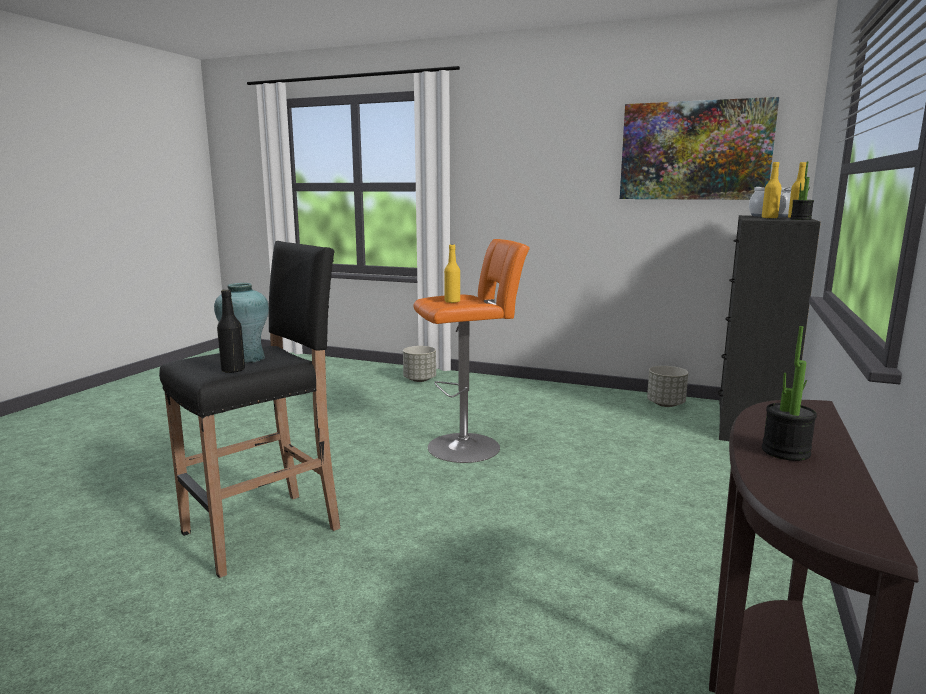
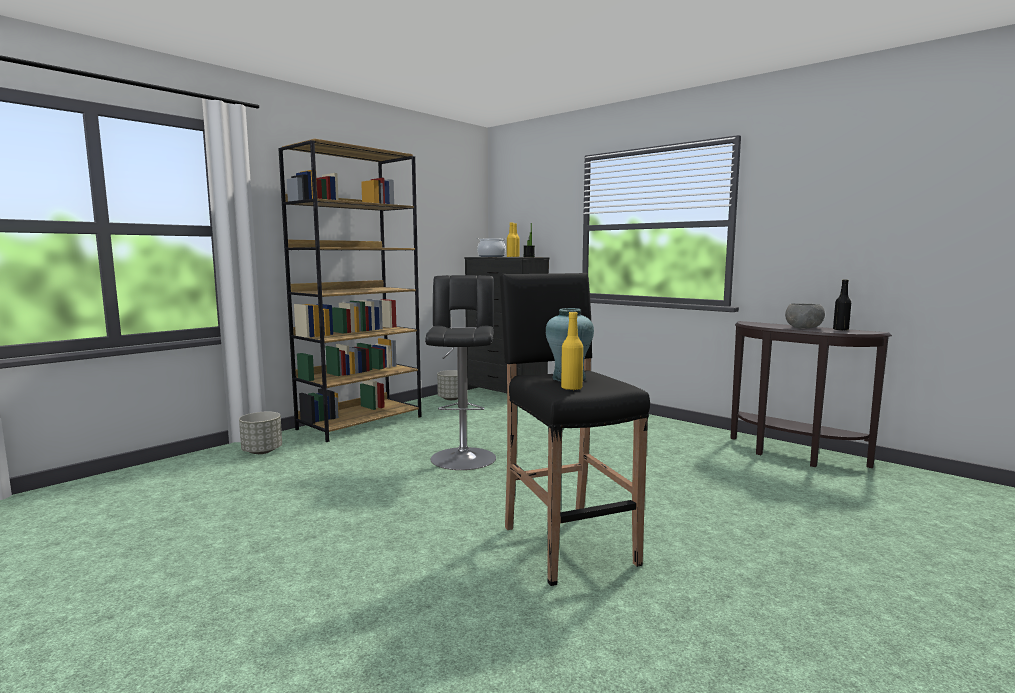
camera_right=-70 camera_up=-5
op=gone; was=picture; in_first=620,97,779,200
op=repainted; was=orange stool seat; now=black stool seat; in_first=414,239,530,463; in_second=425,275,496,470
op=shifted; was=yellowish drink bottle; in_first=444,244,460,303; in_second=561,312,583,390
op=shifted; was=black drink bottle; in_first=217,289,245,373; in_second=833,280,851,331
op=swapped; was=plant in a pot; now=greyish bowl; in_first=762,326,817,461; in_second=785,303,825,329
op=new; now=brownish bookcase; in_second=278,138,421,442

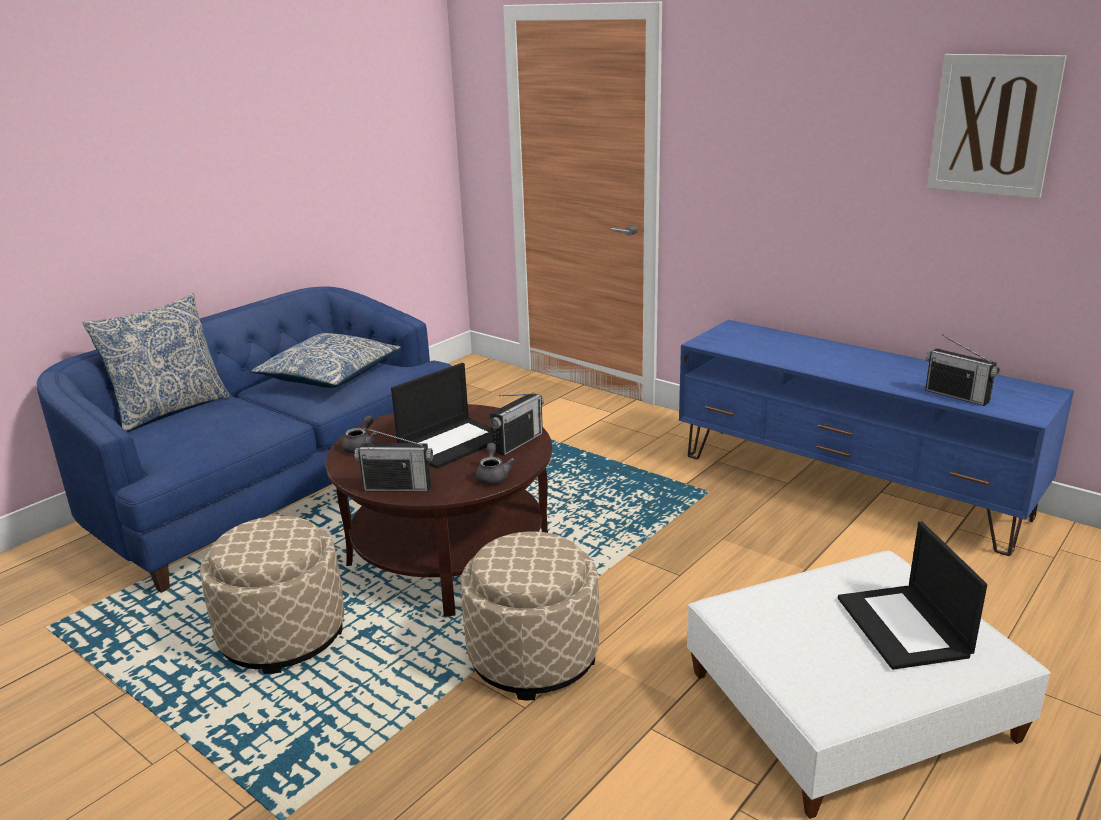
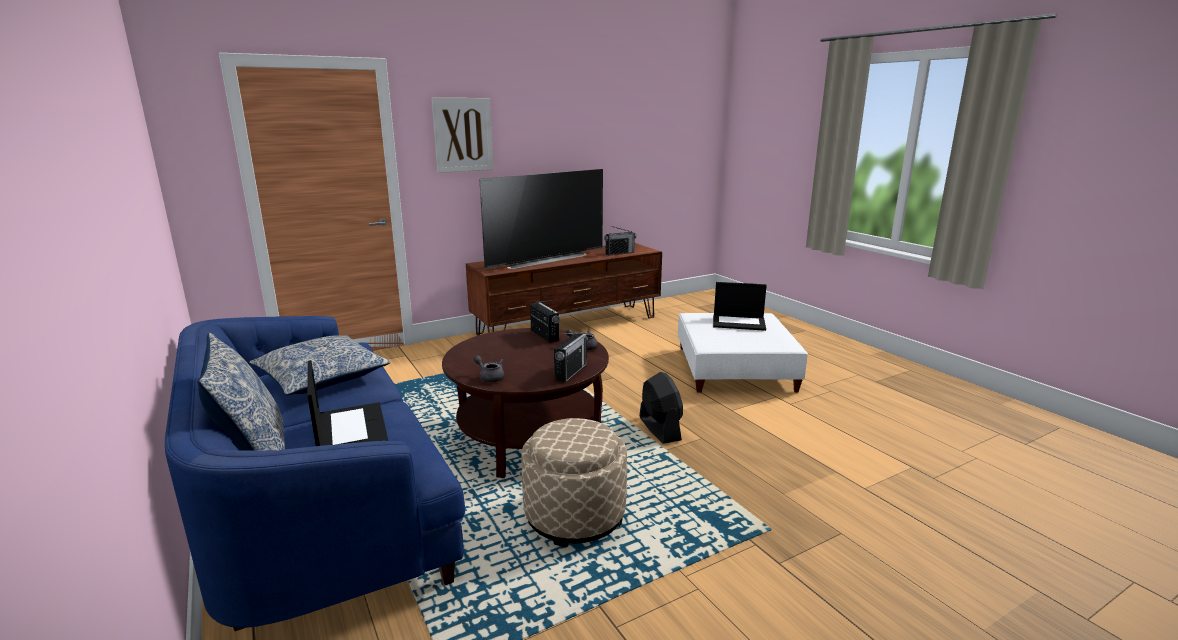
camera_right=-70 camera_up=-5
op=shifted; was=picture; in_first=927,54,1067,199; in_second=432,98,493,173
op=repainted; was=blue-coloured tv unit; now=brownish tv unit; in_first=679,320,1074,556; in_second=466,243,662,336
op=shifted; was=notebook computer; in_first=391,363,492,469; in_second=307,360,388,446
op=swapped; was=sand-coloured pouffe; now=black electric fan; in_first=461,531,599,700; in_second=639,372,683,444
op=new; now=TV; in_second=479,169,603,269

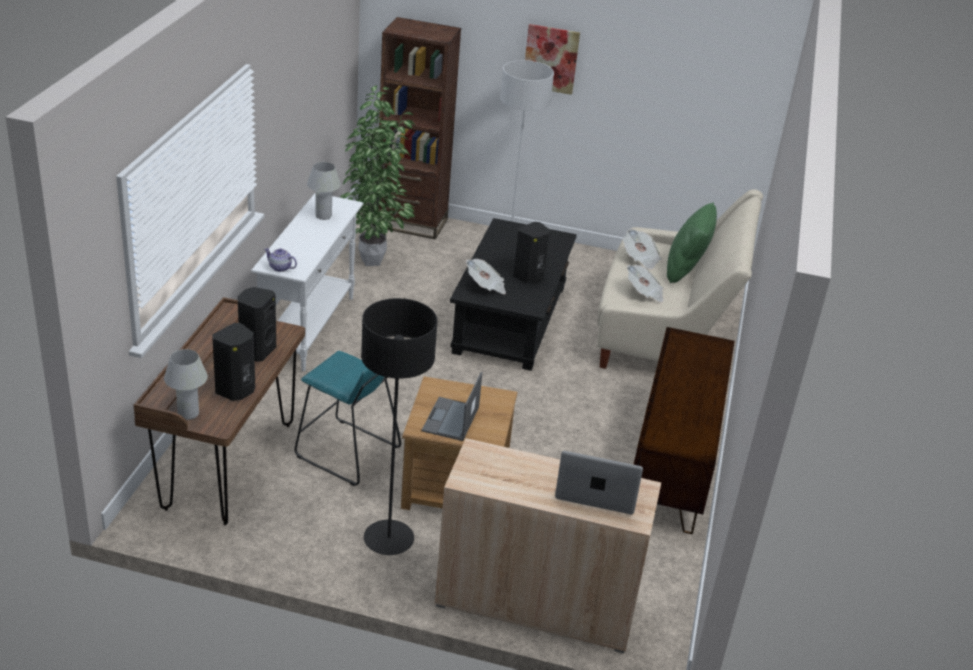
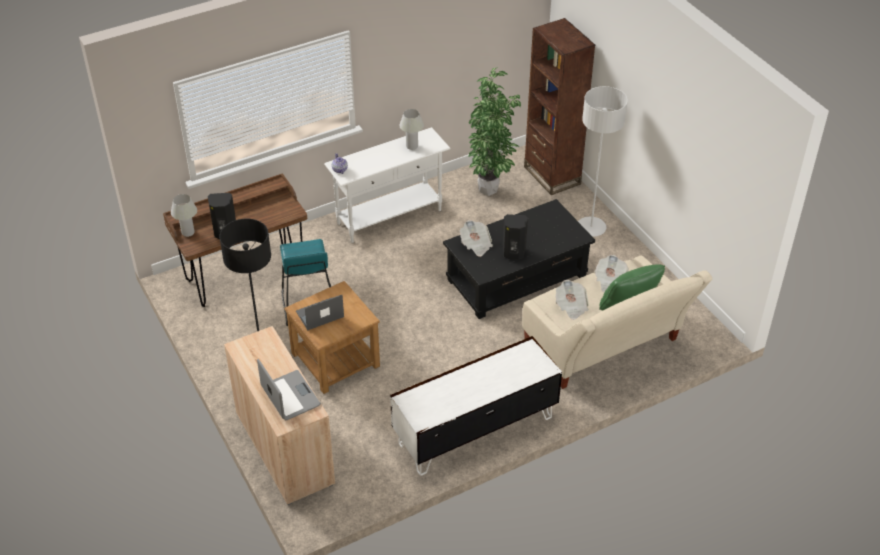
camera_right=50 camera_up=10
op=gone; was=picture; in_first=525,24,580,95
op=gone; was=black speaker; in_first=237,287,276,362
op=repainted; was=brownish tv unit; now=whitish tv unit; in_first=633,327,735,534; in_second=390,336,562,476

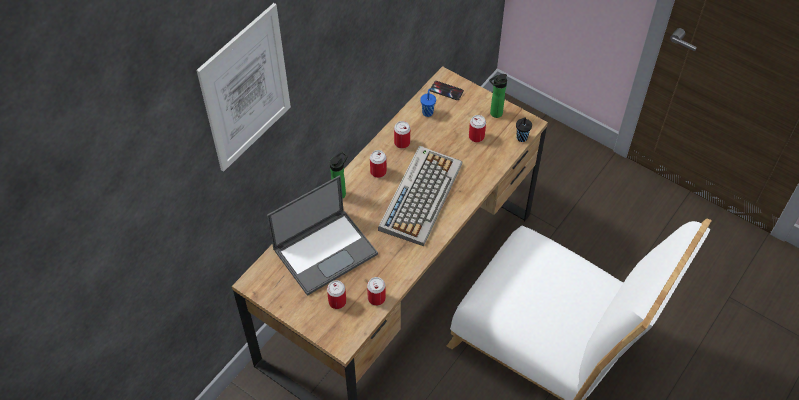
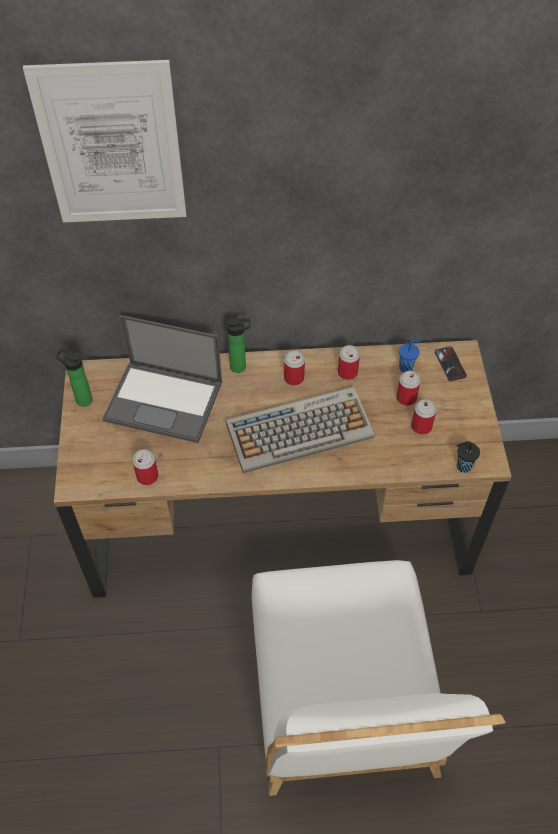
camera_right=50 camera_up=0
op=shifted; was=drink bottle; in_first=489,74,507,118; in_second=55,349,93,407
op=shifted; was=can; in_first=327,280,346,309; in_second=396,371,420,406

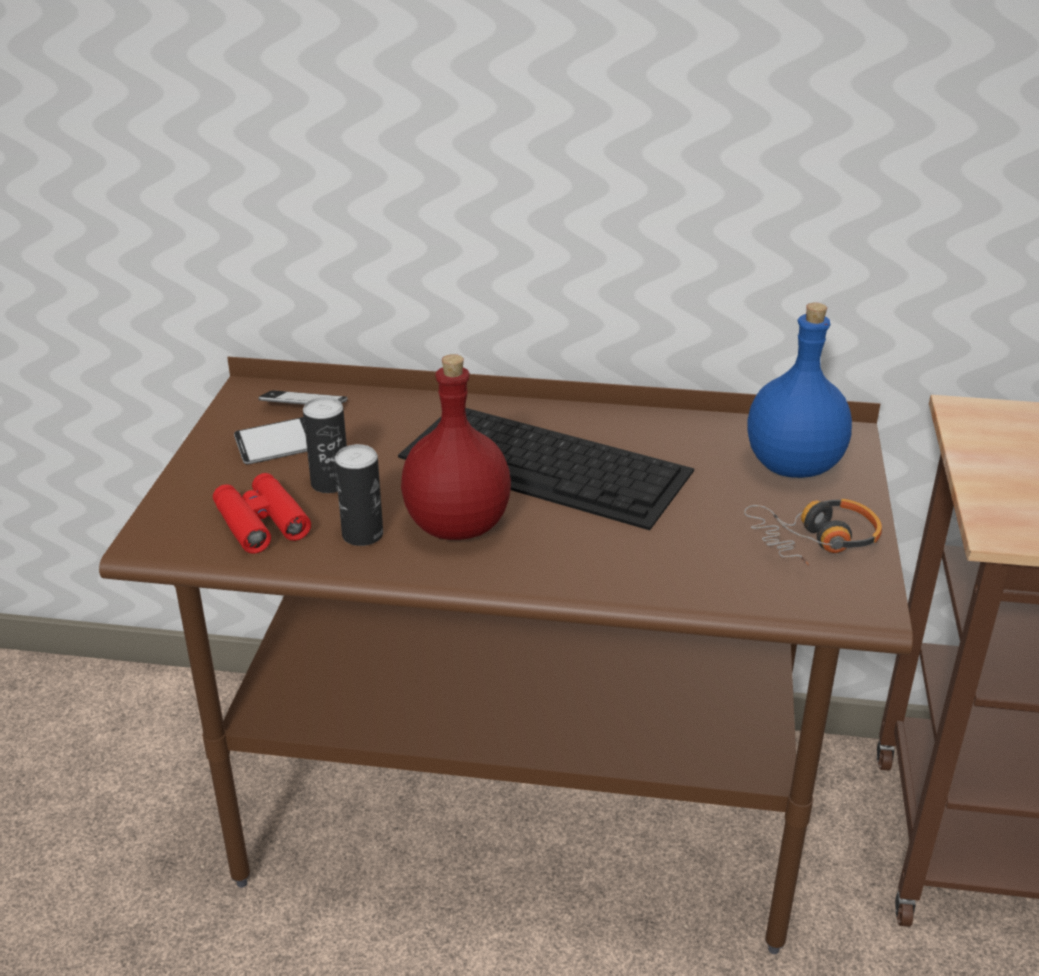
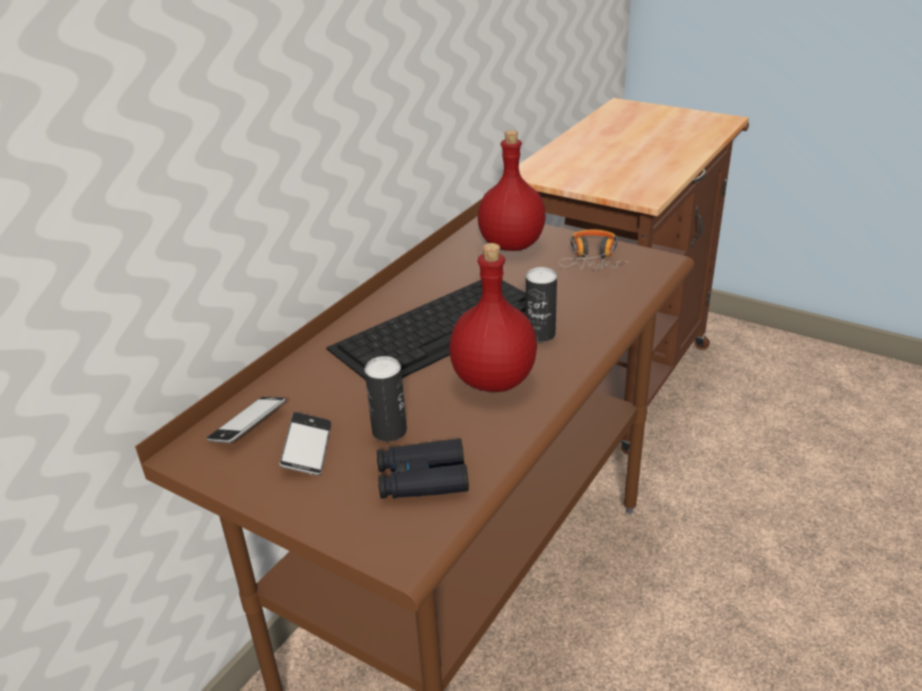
camera_right=-65 camera_up=0
op=repainted; was=blue-coloured drink bottle; now=reddish drink bottle; in_first=747,303,852,478; in_second=478,130,546,251
op=shifted; was=can; in_first=335,444,383,546; in_second=526,267,557,342
op=repainted; was=reddish pair of binoculars; now=black pair of binoculars; in_first=213,473,311,554; in_second=377,439,469,499

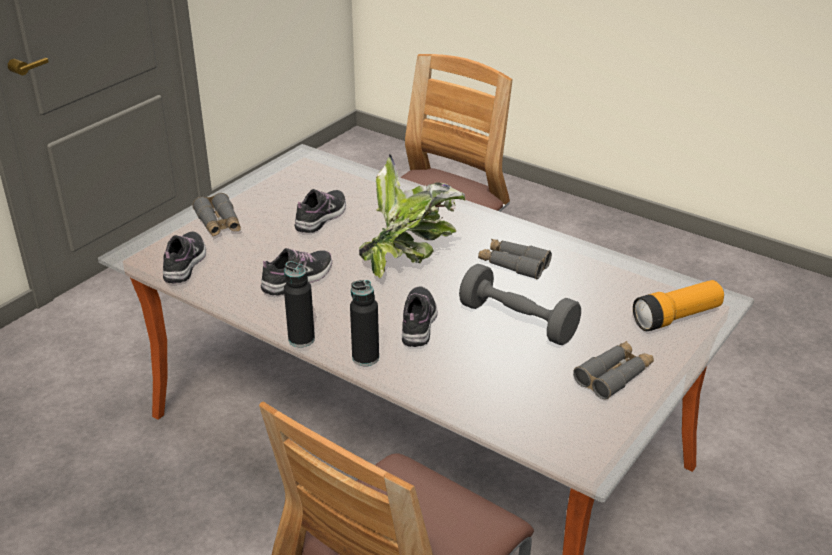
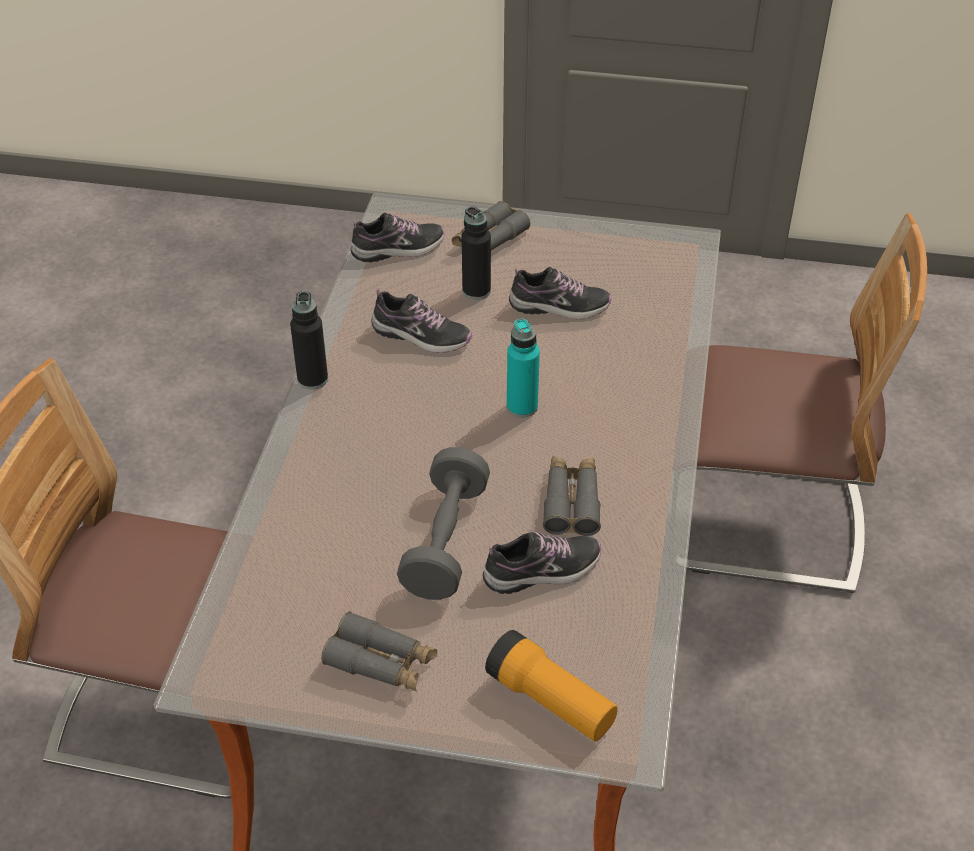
camera_right=65 camera_up=10
op=swapped; was=plant in a pot; now=blue-green drink bottle; in_first=359,154,465,279; in_second=507,318,540,418
op=shifted; was=black drink bottle; in_first=350,280,379,366; in_second=462,206,491,300
op=shifted; was=low shoe; in_first=402,286,438,347; in_second=483,532,601,594

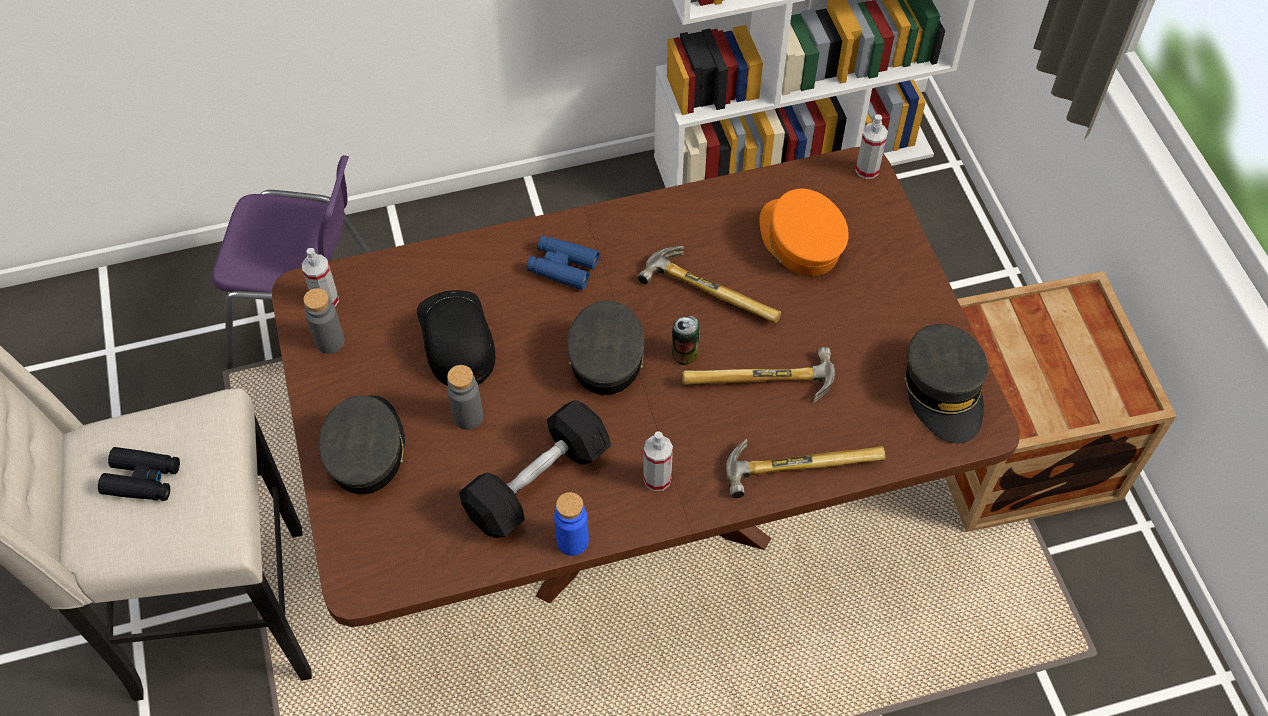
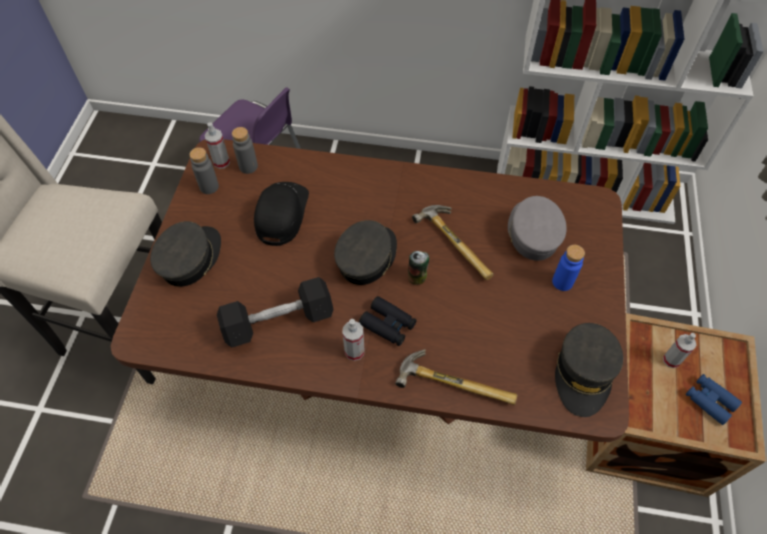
camera_right=25 camera_up=0
op=shifted; was=hand sprayer; in_first=855,114,888,179; in_second=663,333,696,368
op=repainted; was=orange cap; now=greyish cap; in_first=760,189,849,276; in_second=508,196,567,261
op=shifted; was=blue-coloured pair of binoculars; in_first=526,235,599,290; in_second=686,374,742,425
op=gone; was=tool hammer; in_first=682,347,835,403
op=shifted; was=greyish drink bottle; in_first=447,365,483,430; in_second=232,127,258,174
op=shifted; was=black pair of binoculars; in_first=98,447,180,501; in_second=359,296,417,346
op=shifted; was=blue-coloured drink bottle; in_first=554,492,589,556; in_second=552,245,585,291

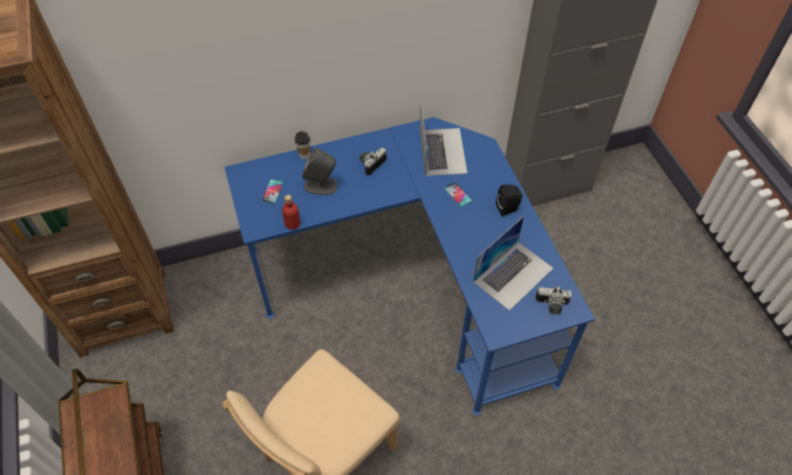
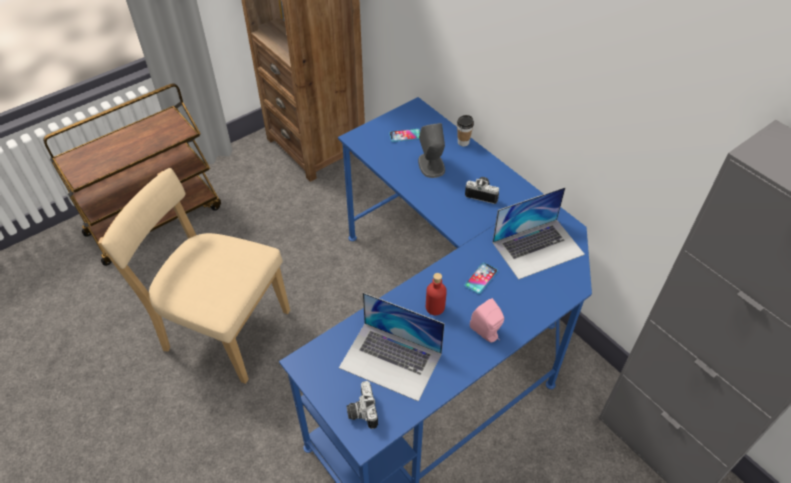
camera_right=70 camera_up=-5
op=repainted; was=black speaker; now=pinkish speaker; in_first=496,185,523,216; in_second=470,298,504,342
op=shifted; was=reddish drink bottle; in_first=282,195,300,230; in_second=426,273,447,315

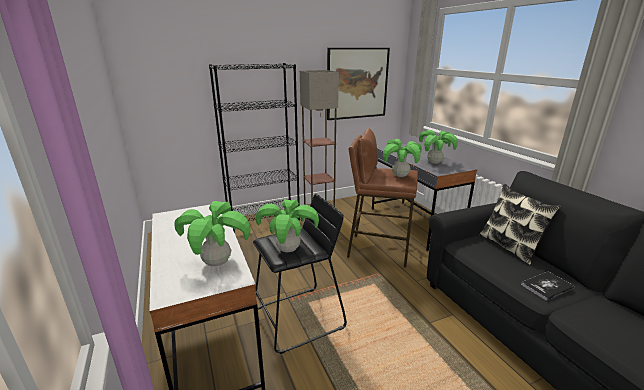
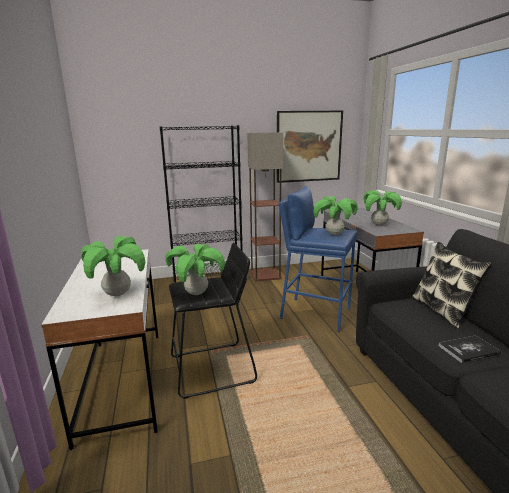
camera_right=10 camera_up=-5
op=repainted; was=brownish stool seat; now=blue-coloured stool seat; in_first=347,128,418,267; in_second=279,186,357,332

